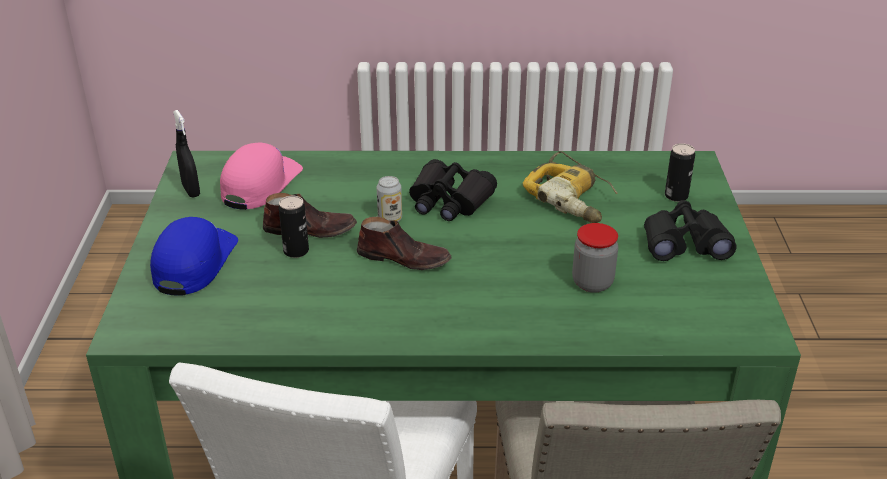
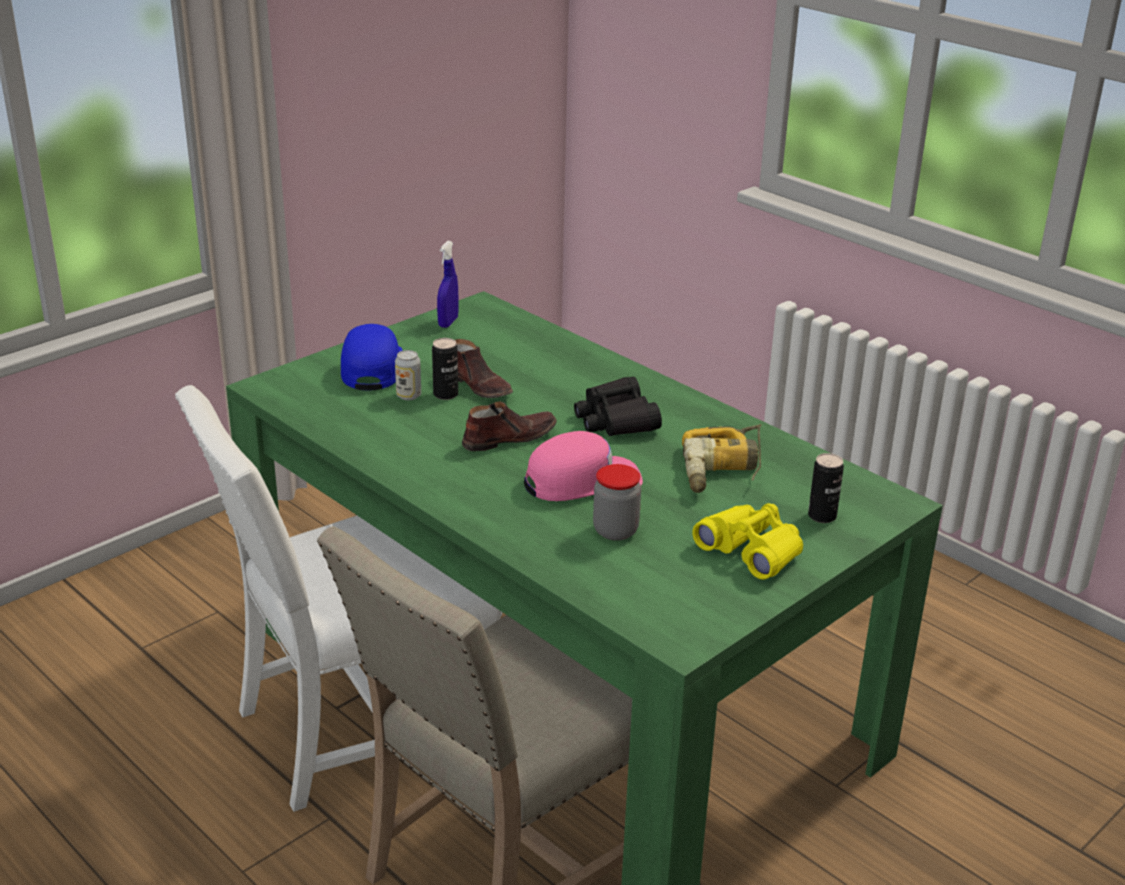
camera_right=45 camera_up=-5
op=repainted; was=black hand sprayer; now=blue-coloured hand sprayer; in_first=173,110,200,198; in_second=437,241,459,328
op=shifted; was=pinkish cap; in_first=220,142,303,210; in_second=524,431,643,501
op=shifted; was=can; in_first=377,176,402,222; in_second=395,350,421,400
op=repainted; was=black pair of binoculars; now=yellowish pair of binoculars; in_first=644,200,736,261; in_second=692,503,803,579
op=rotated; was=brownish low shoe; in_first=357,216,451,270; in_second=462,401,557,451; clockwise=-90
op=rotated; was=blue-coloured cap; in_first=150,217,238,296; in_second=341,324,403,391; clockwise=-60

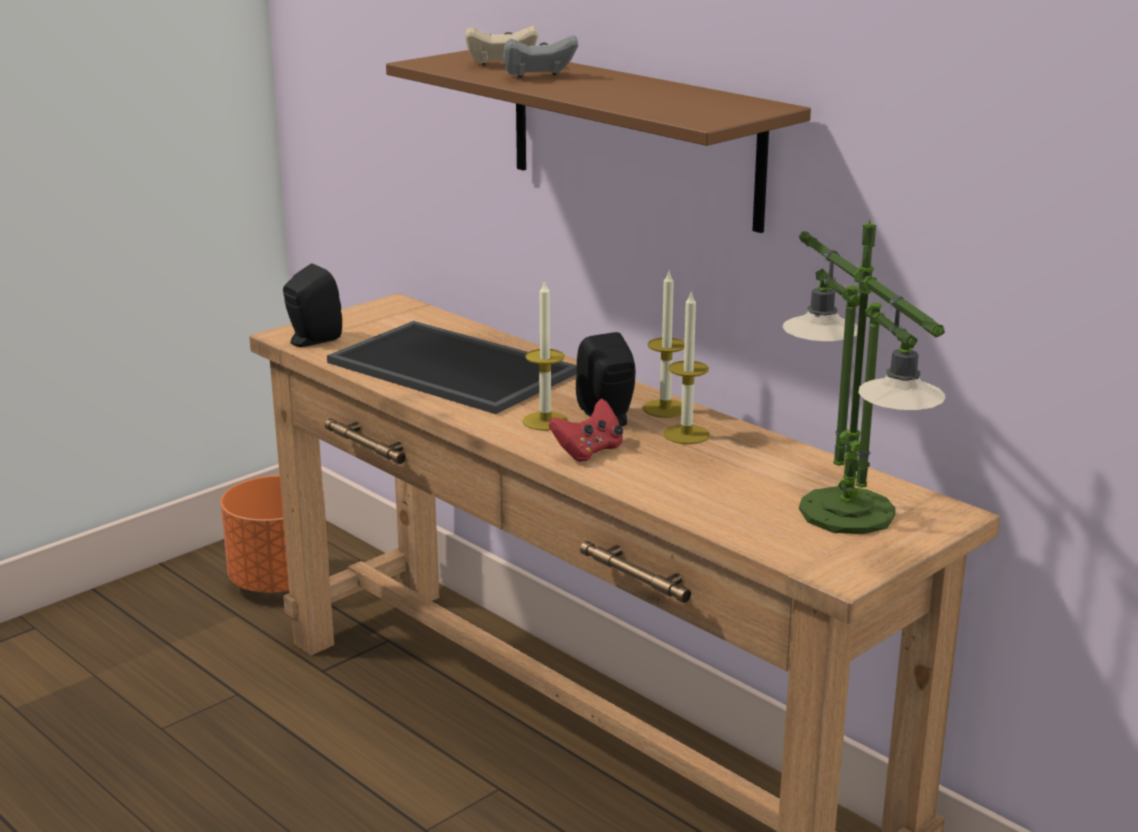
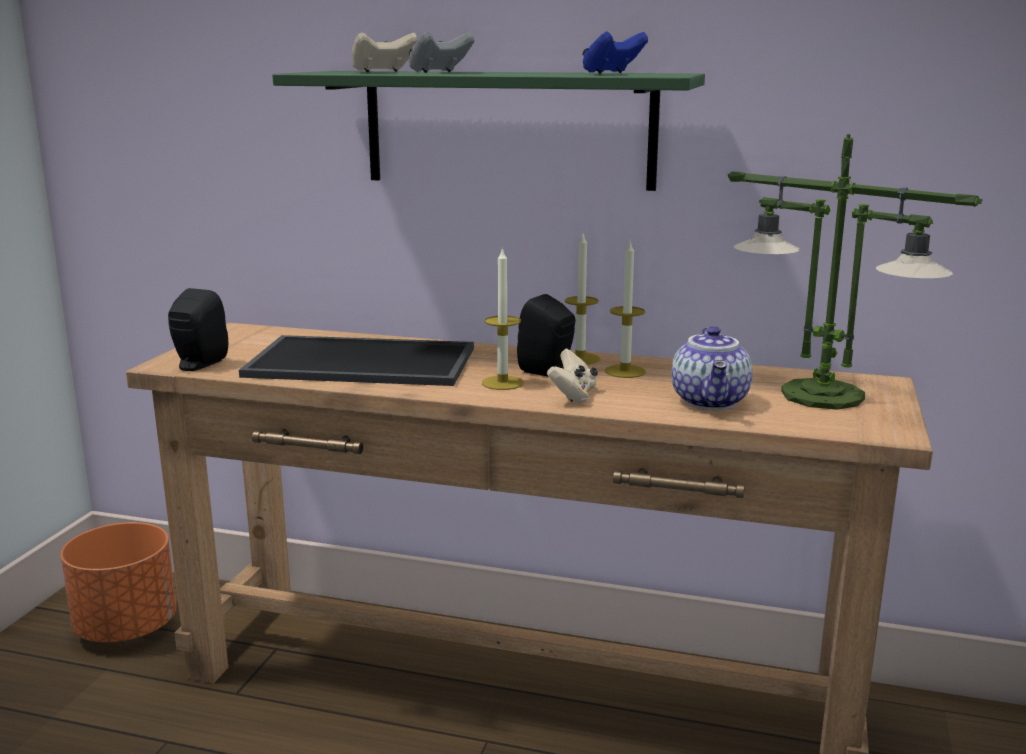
camera_right=-30 camera_up=-5
op=repainted; was=brownish bracket shelf; now=green bracket shelf; in_first=386,50,811,233; in_second=272,71,705,191
op=repainted; was=reddish gamepad; now=sand-coloured gamepad; in_first=549,399,623,462; in_second=547,349,598,403
op=new; now=blue-coloured gamepad; in_second=583,31,648,74
op=new; now=tea pot; in_second=672,326,752,410

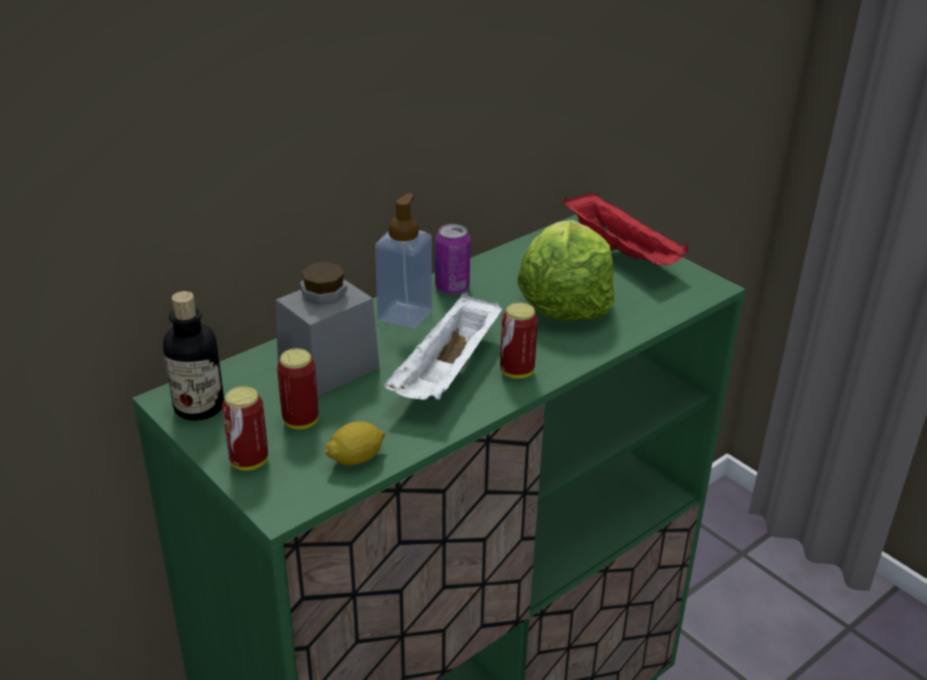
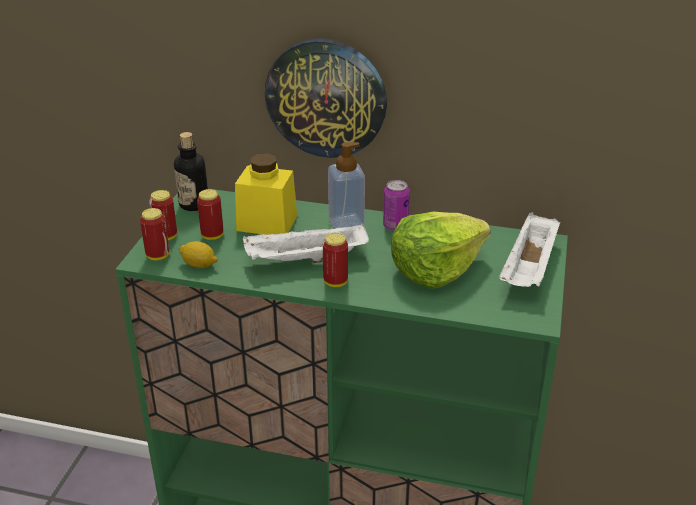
camera_right=55 camera_up=0
op=repainted; was=reddish serving tray; now=whitish serving tray; in_first=563,192,688,266; in_second=499,212,560,287
op=repainted; was=greyish jar; now=yellowish jar; in_first=276,262,379,396; in_second=235,153,297,235
op=new; now=hanging clock; in_second=265,38,387,158
op=new; now=can; in_second=140,208,169,261

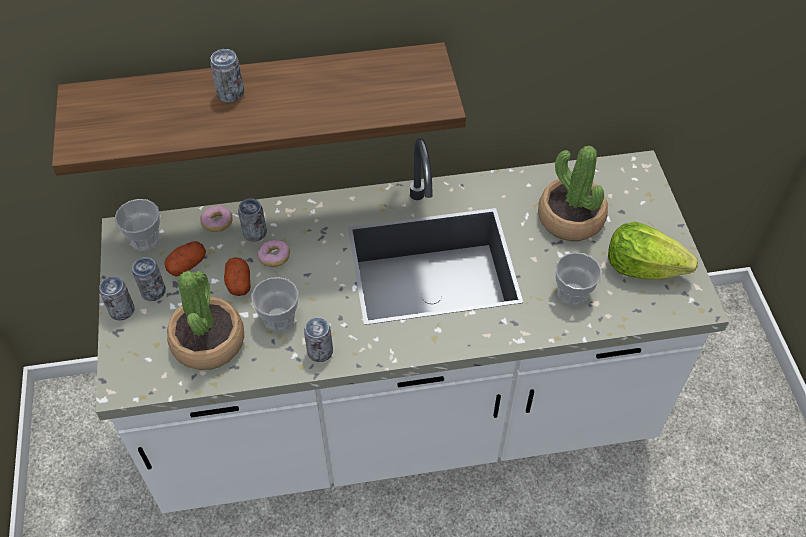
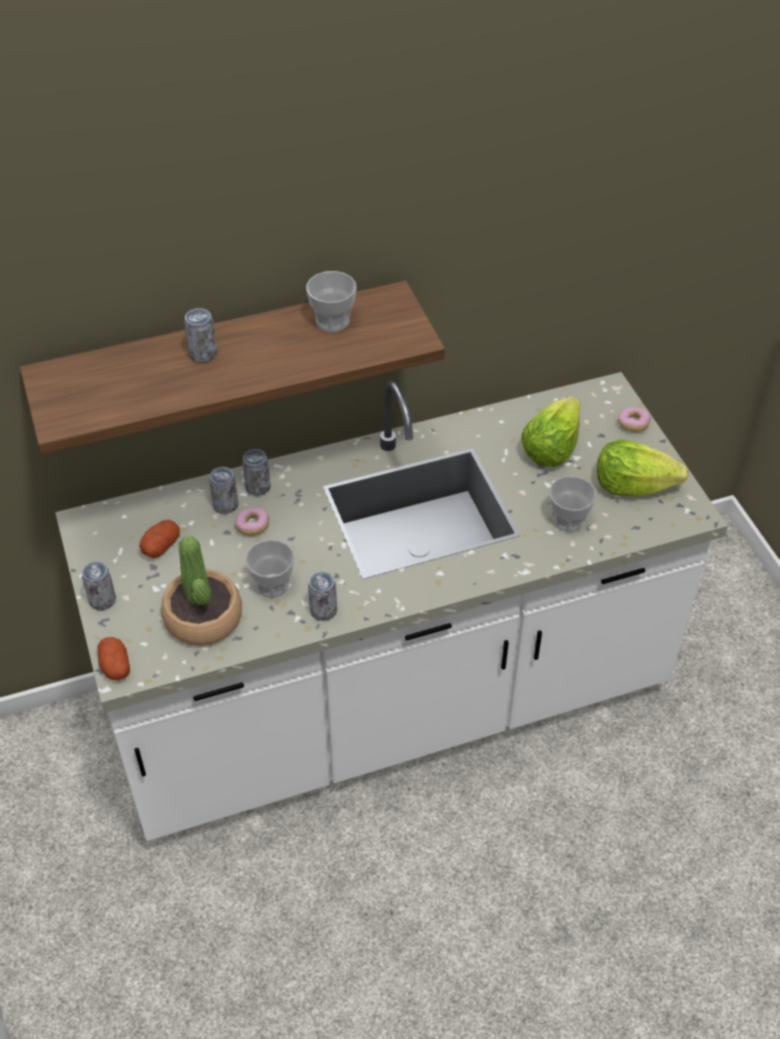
camera_right=-10 camera_up=-5
op=swapped; was=plant in a pot; now=lettuce head; in_first=538,145,608,241; in_second=521,397,580,467
op=shifted; was=small cup; in_first=115,199,160,251; in_second=306,271,357,332
op=shifted; was=donut; in_first=200,206,233,232; in_second=618,407,651,432
op=shifted; was=can; in_first=132,257,166,301; in_second=242,449,271,496
op=shifted; was=spud; in_first=224,258,251,296; in_second=97,637,130,680

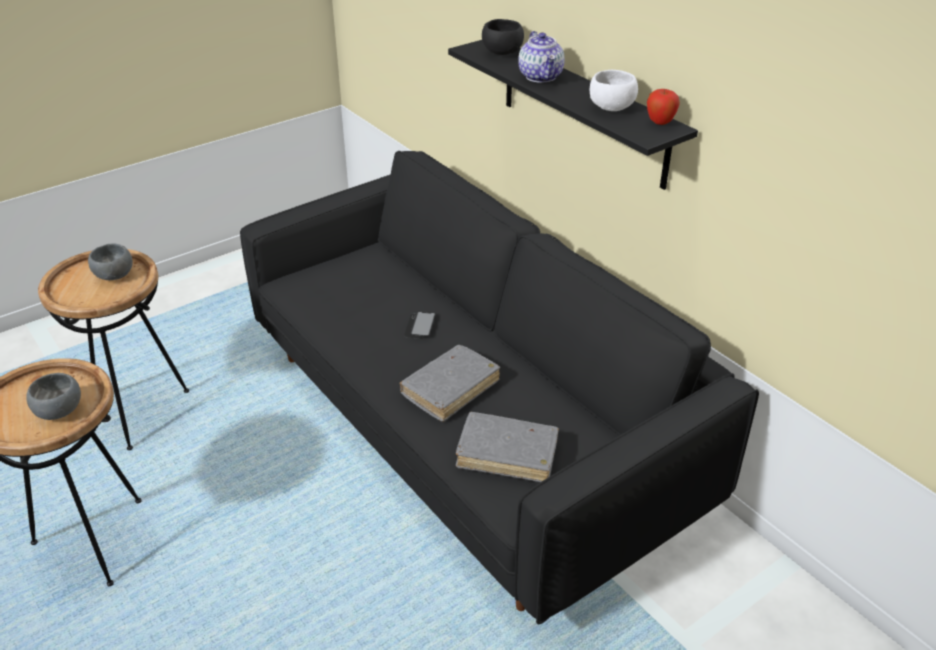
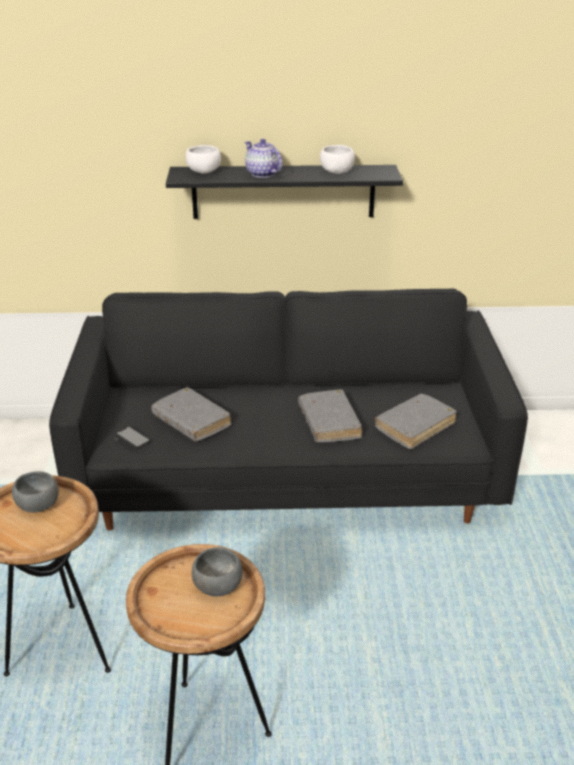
camera_right=-55 camera_up=-5
op=repainted; was=black bowl; now=whitish bowl; in_first=482,19,524,55; in_second=186,145,221,173
op=rotated; was=tea pot; in_first=518,31,564,83; in_second=245,139,282,178; clockwise=-150
op=gone; was=apple; in_first=647,89,680,125
op=shifted; was=phone; in_first=404,311,436,339; in_second=111,426,150,453
op=new; now=greyish bound book; in_second=152,387,231,442

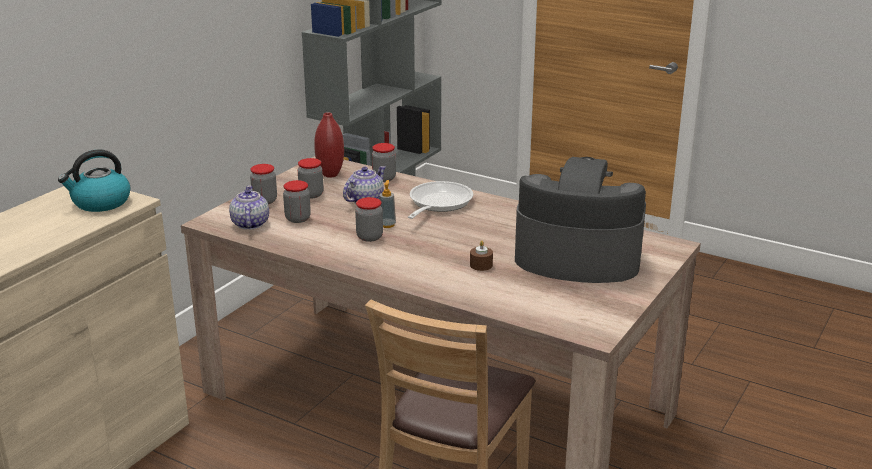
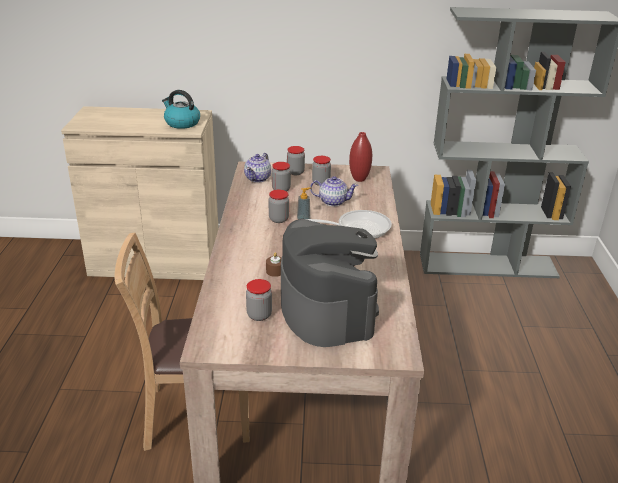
camera_right=60 camera_up=5
op=shifted; was=jar; in_first=372,143,396,182; in_second=246,279,272,321
op=rotated; was=tea pot; in_first=229,186,269,230; in_second=244,153,271,183; clockwise=150

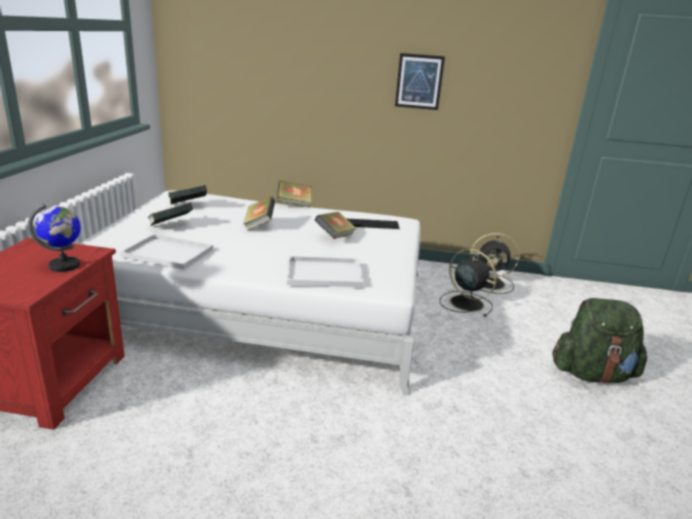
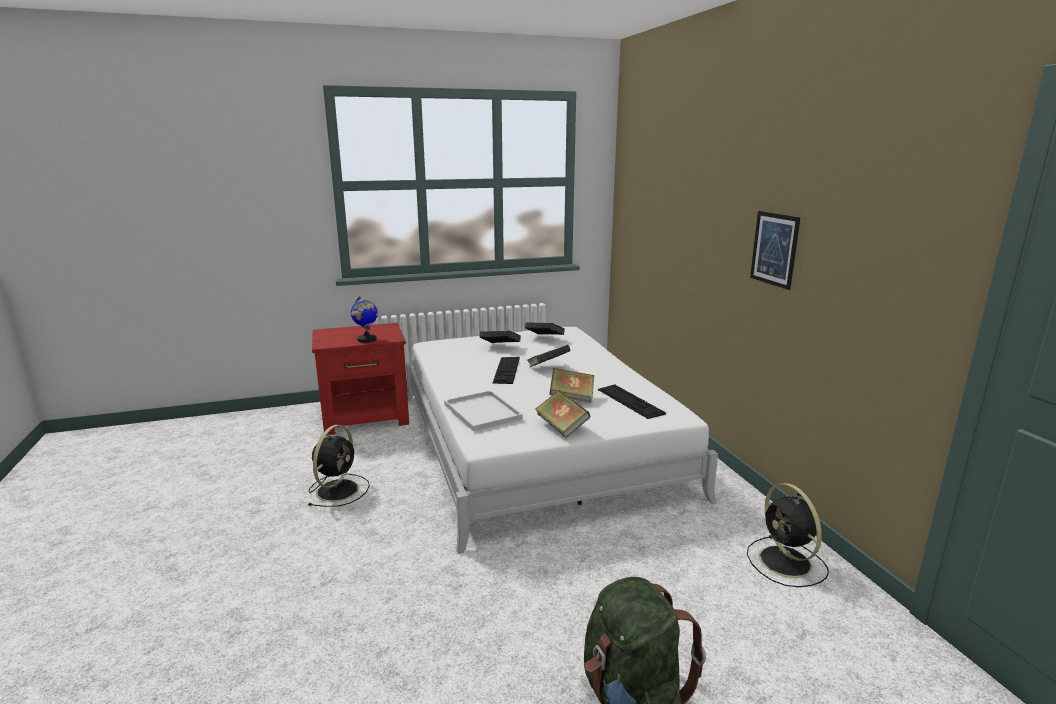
camera_right=65 camera_up=-5
op=shifted; was=bound book; in_first=277,181,312,208; in_second=535,390,591,438
op=gone; was=whitish serving tray; in_first=120,234,213,270
op=shifted; was=black electric fan; in_first=440,249,497,317; in_second=307,425,370,507
op=new; now=keyboard; in_second=493,357,520,384

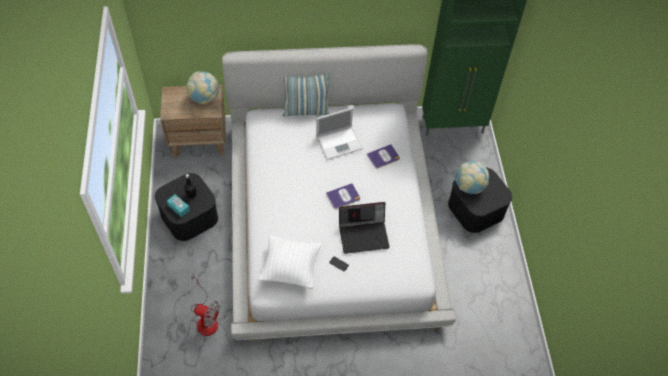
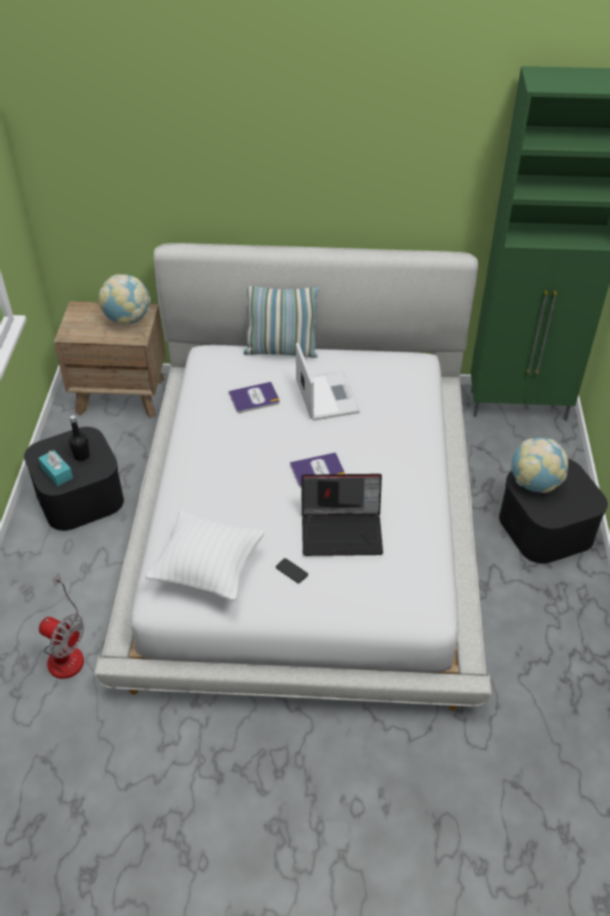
camera_right=10 camera_up=-10
op=rotated; was=notebook computer; in_first=316,108,363,160; in_second=296,343,360,421; clockwise=-90
op=shifted; was=bound book; in_first=367,144,400,169; in_second=229,382,280,413

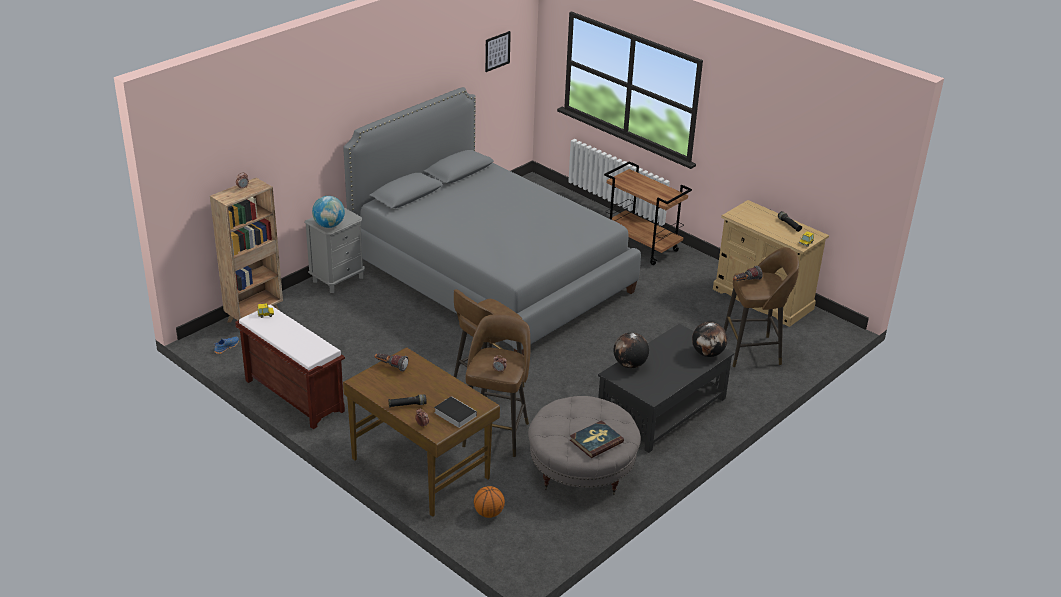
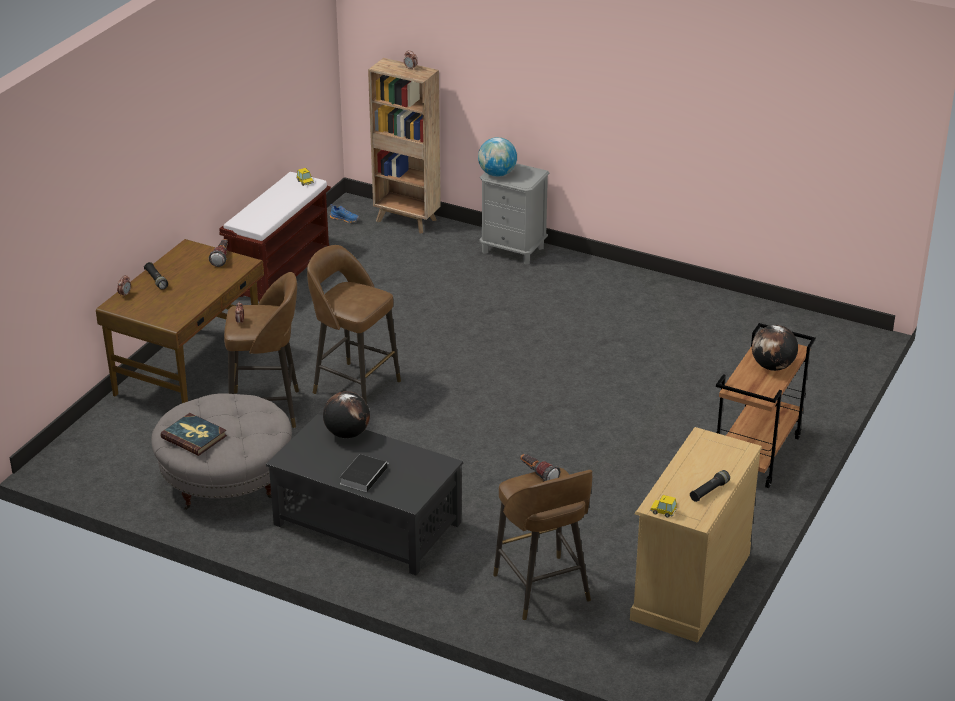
camera_right=75 camera_up=0
op=gone; was=picture; in_first=485,31,511,72
op=gone; was=greyish sleeping bed; in_first=343,87,641,355
op=shifted; was=world globe; in_first=692,322,728,357; in_second=752,325,798,371
op=shifted; was=bound book; in_first=434,396,477,428; in_second=340,454,389,492
op=gone; was=basketball ball; in_first=474,486,505,518

